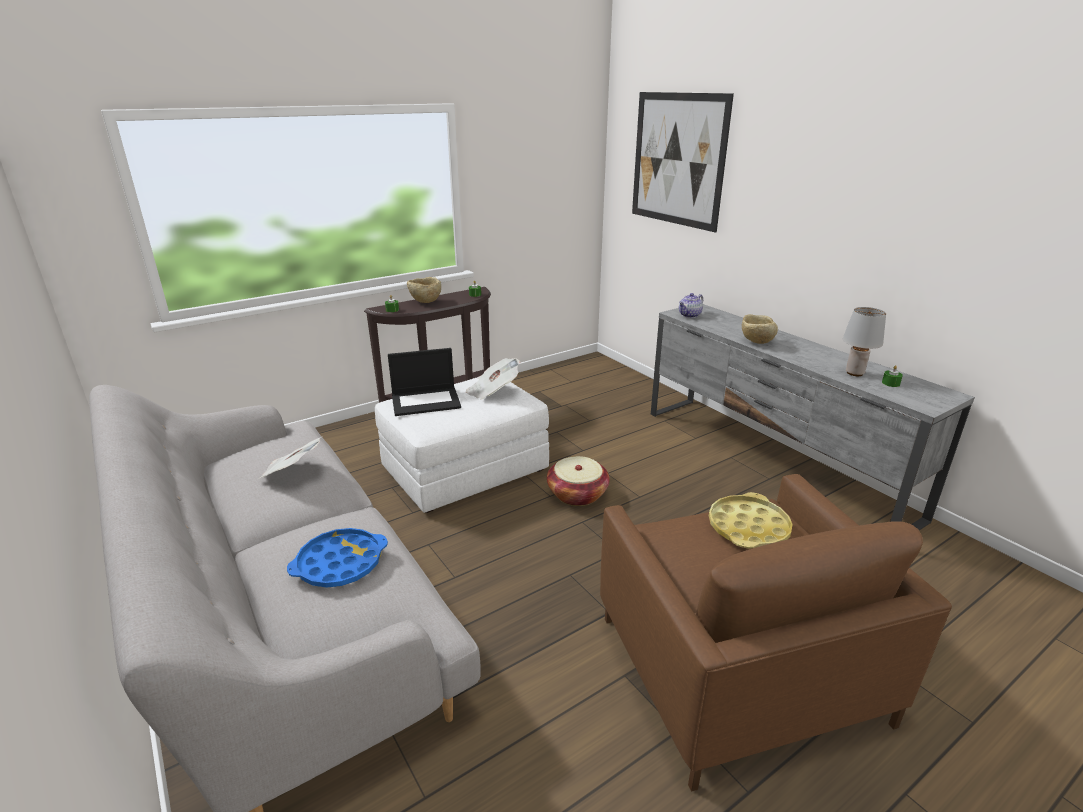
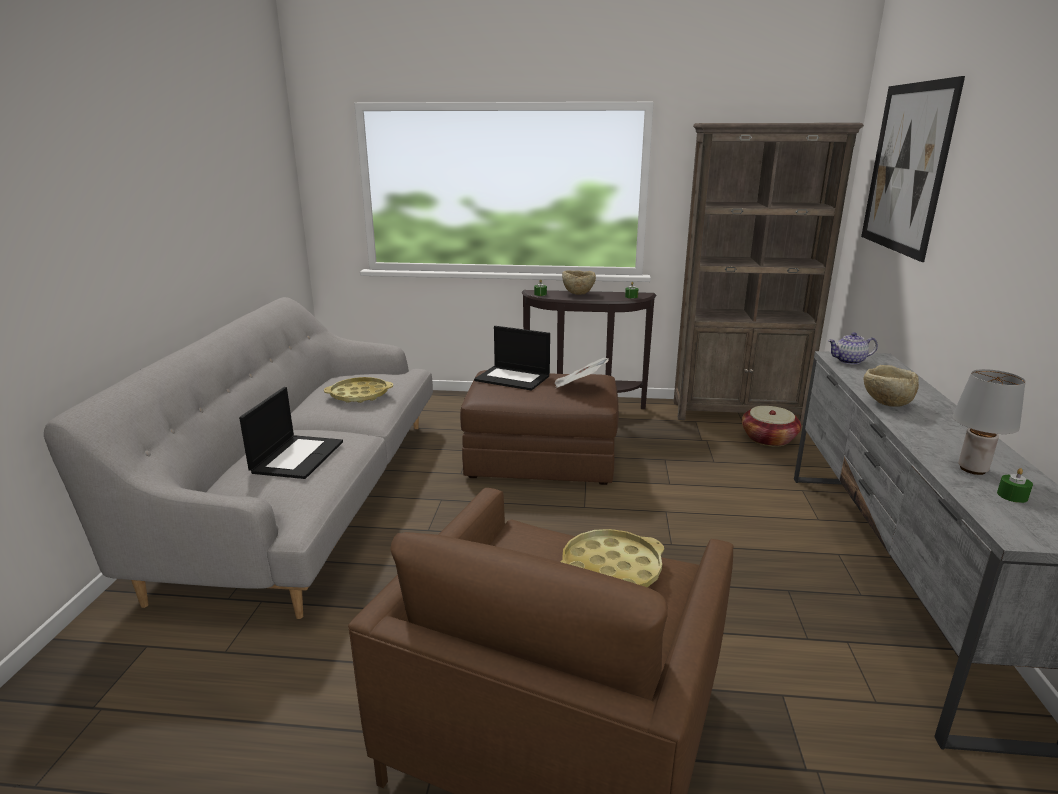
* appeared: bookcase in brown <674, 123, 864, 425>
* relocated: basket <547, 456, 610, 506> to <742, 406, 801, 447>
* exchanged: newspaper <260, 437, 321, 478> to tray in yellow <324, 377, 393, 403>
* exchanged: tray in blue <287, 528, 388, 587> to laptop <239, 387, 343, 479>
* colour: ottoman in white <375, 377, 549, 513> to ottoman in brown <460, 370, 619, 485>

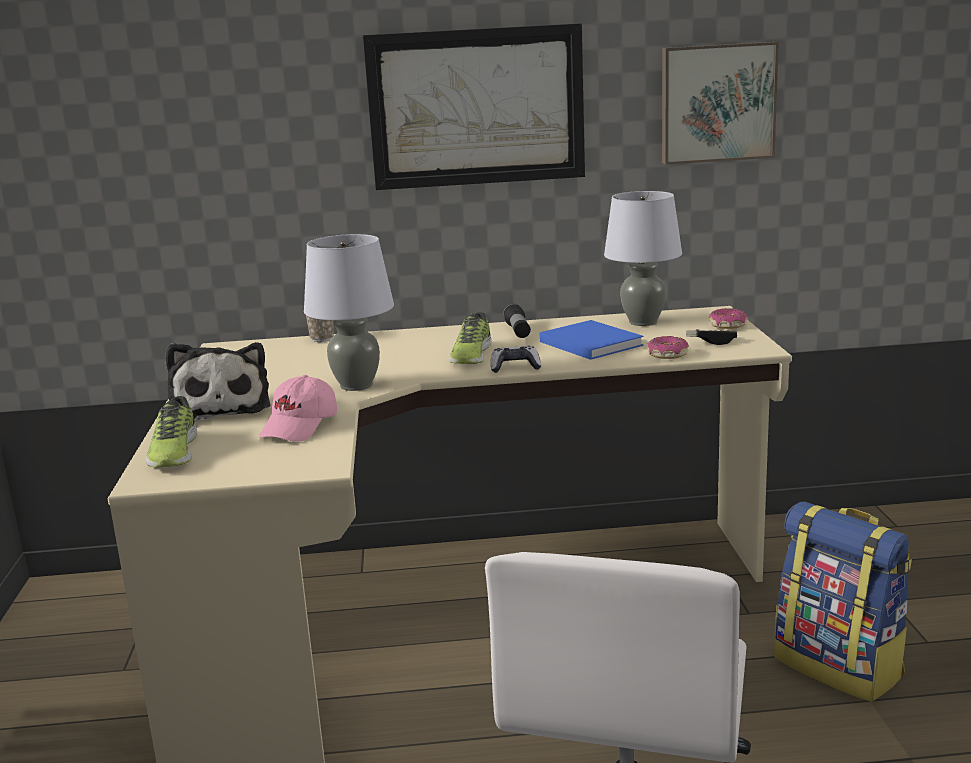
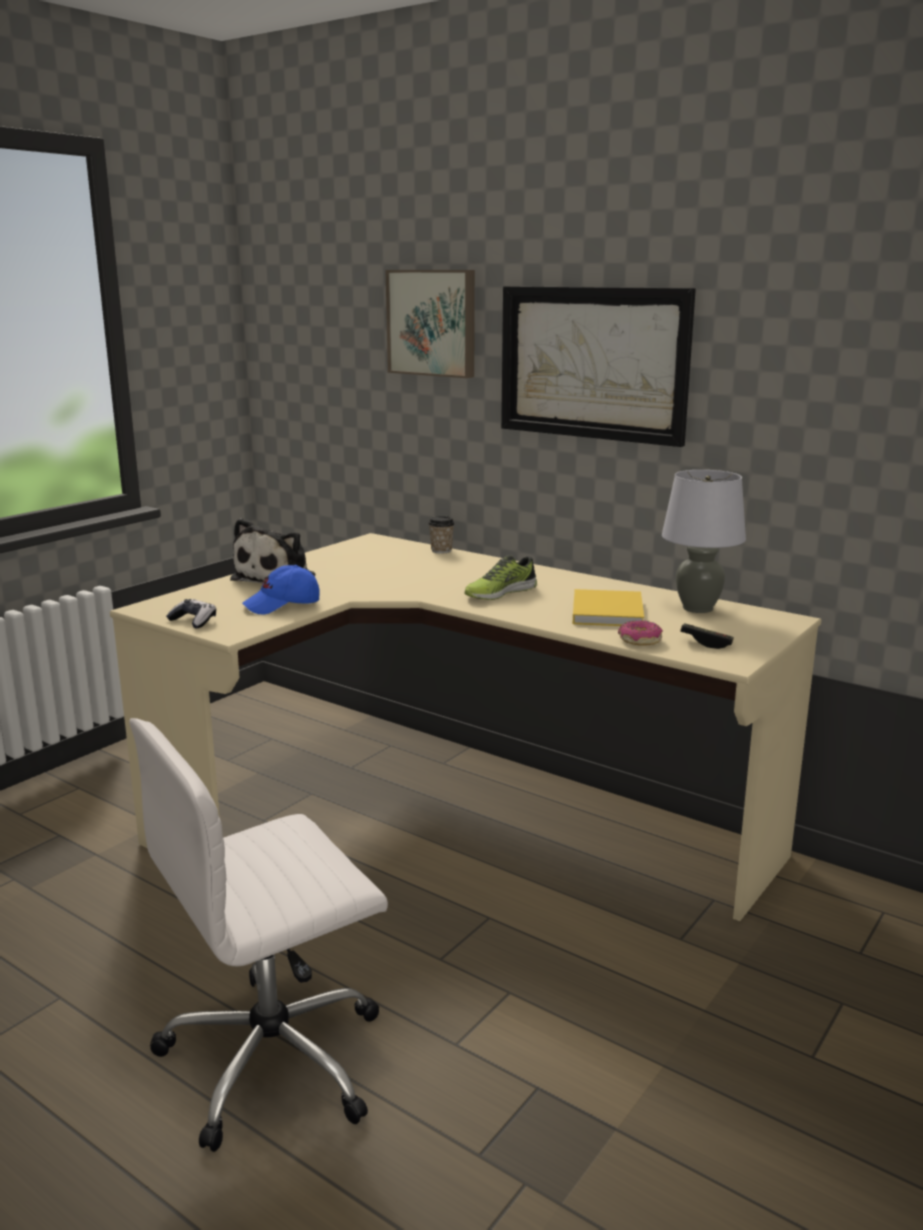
* missing: shoe <146, 396, 197, 467>
* missing: table lamp in grey <304, 234, 394, 391>
* missing: flashlight <503, 304, 531, 338>
* missing: donut <709, 308, 748, 329>
* missing: backpack <774, 502, 912, 702>
* relocated: game controller <491, 346, 541, 373> to <166, 599, 216, 628>
* relocated: picture <662, 42, 779, 165> to <386, 270, 475, 378>
* colour: cap in pink <258, 375, 337, 441> to cap in blue <242, 565, 320, 615>
* colour: book in blue <539, 320, 644, 360> to book in yellow <573, 589, 644, 626>

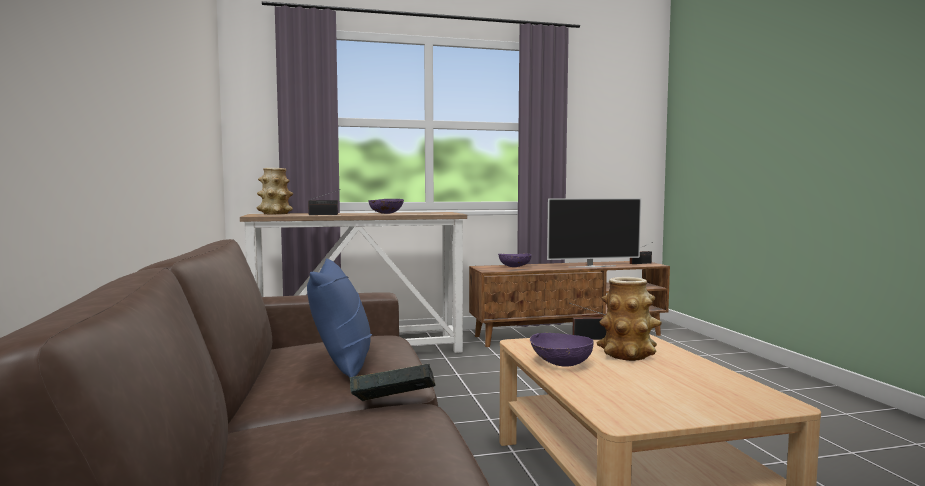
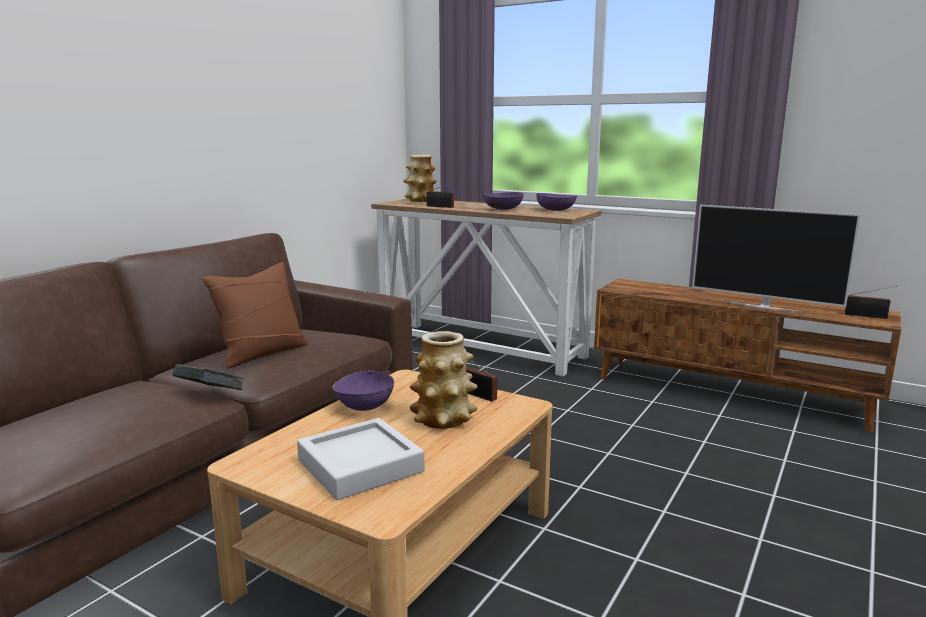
* appeared: tray in grey <297, 418, 425, 500>
* relocated: bowl in purple <498, 254, 532, 267> to <536, 193, 577, 211>
* colour: pillow in blue <307, 258, 372, 378> to pillow in brown <202, 262, 308, 368>

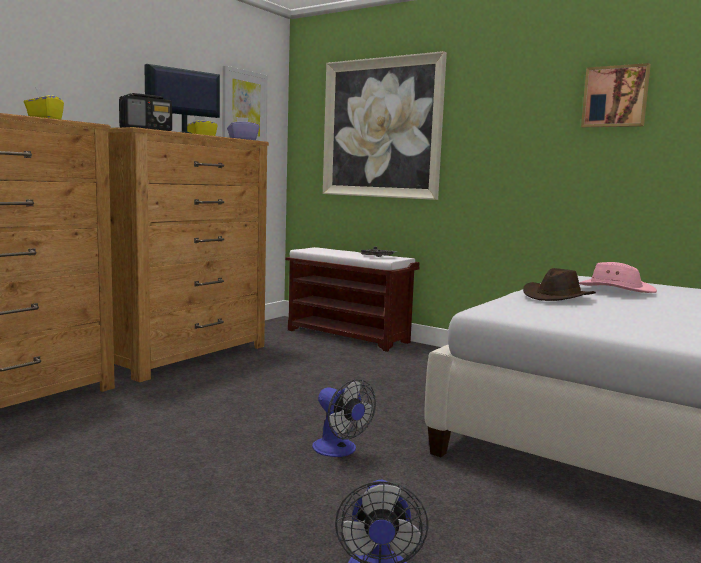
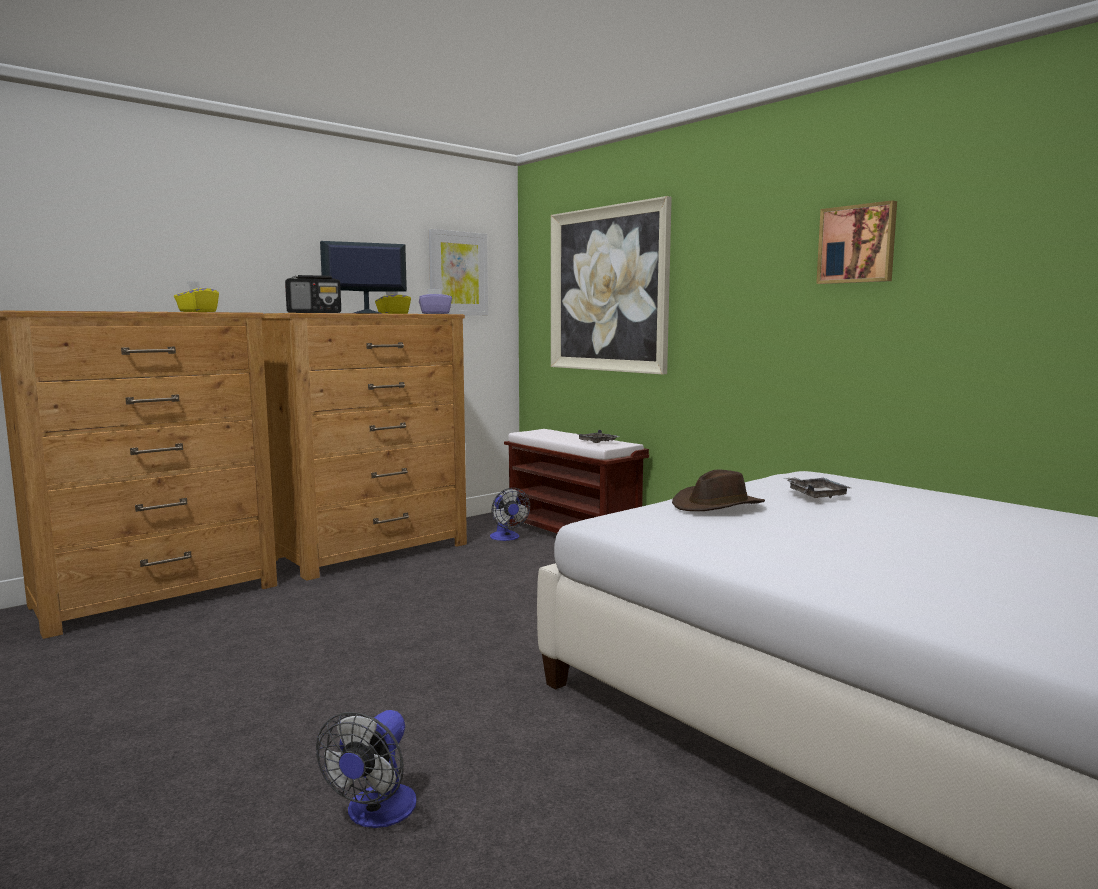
* relocated: fan <312, 379, 376, 457> to <490, 488, 530, 541>
* exchanged: hat in pink <579, 262, 657, 293> to tray in grey <784, 477, 851, 499>

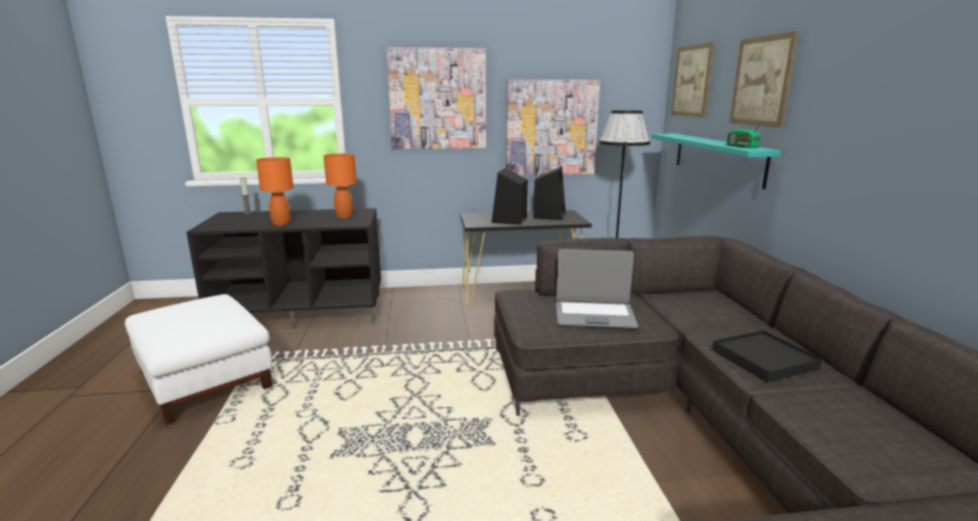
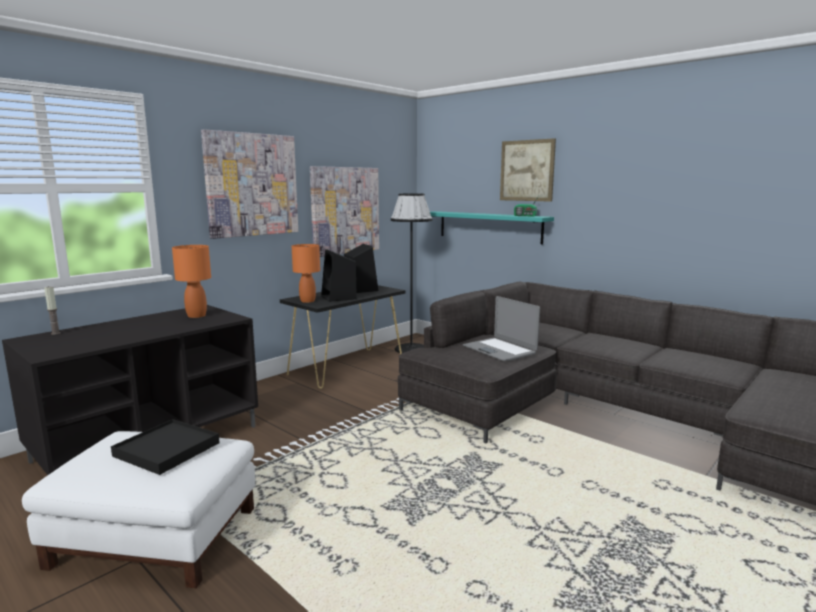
* missing: picture <671, 42, 715, 118>
* relocated: table lamp in orange <256, 157, 294, 226> to <292, 244, 320, 303>
* relocated: tray in black <712, 330, 822, 382> to <111, 419, 220, 475>
* spun: laptop <556, 249, 638, 328> = <463, 296, 540, 361> 90 degrees clockwise

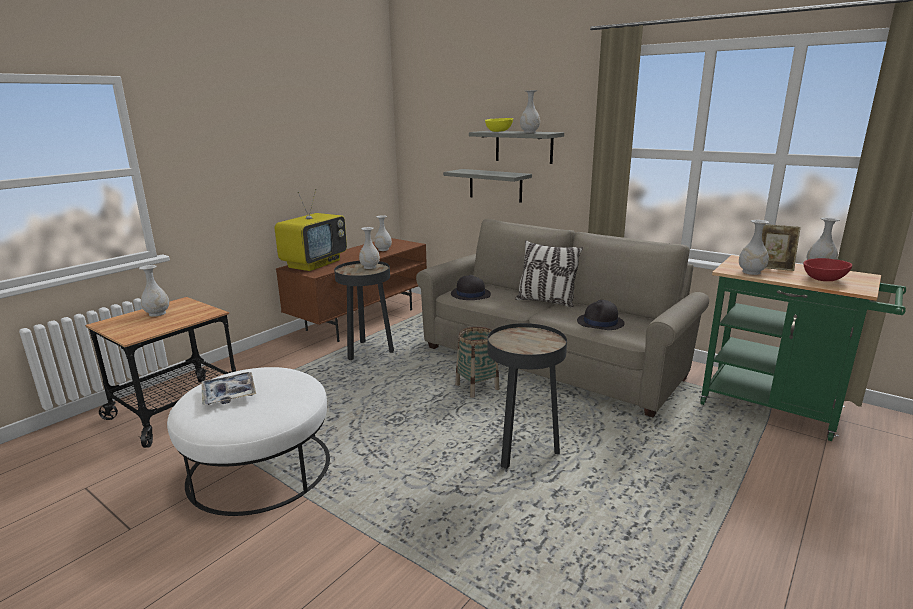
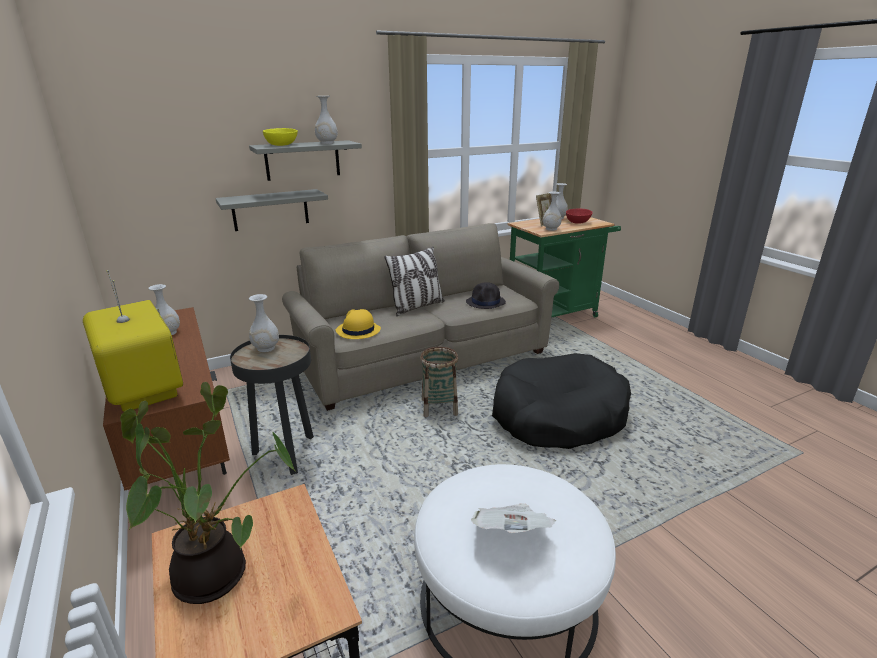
* exchanged: vase in white <139, 265, 169, 317> to potted plant <120, 382, 296, 604>
* exchanged: tray <202, 372, 256, 405> to newspaper <471, 503, 556, 533>
* exchanged: side table in black <487, 323, 567, 469> to dog bed in black <492, 353, 631, 449>
* colour: hat in black <451, 275, 491, 300> to hat in yellow <336, 309, 381, 339>

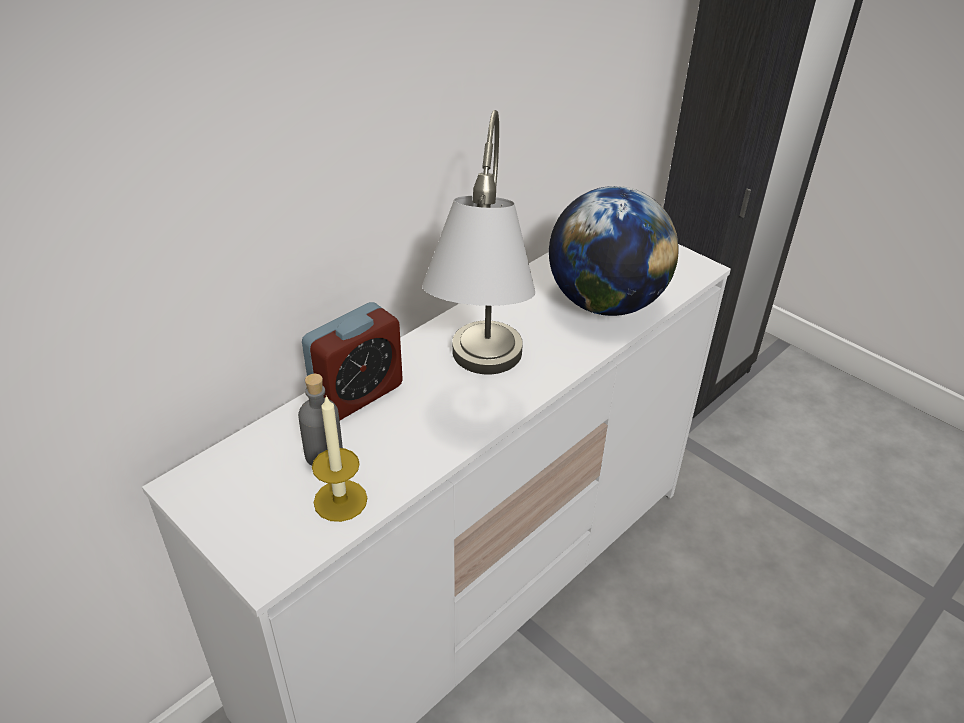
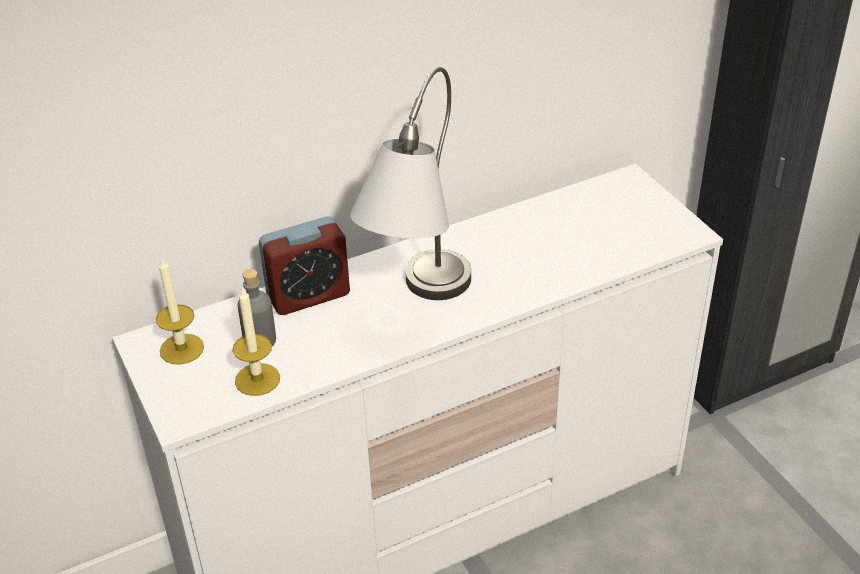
* missing: globe <549, 186, 679, 316>
* appeared: candle <156, 259, 204, 365>

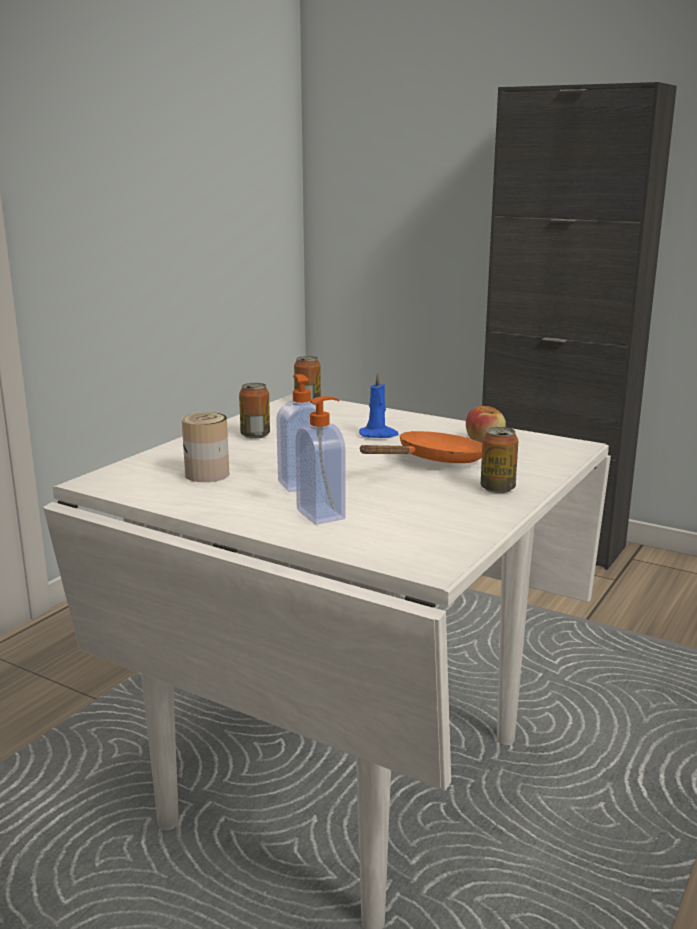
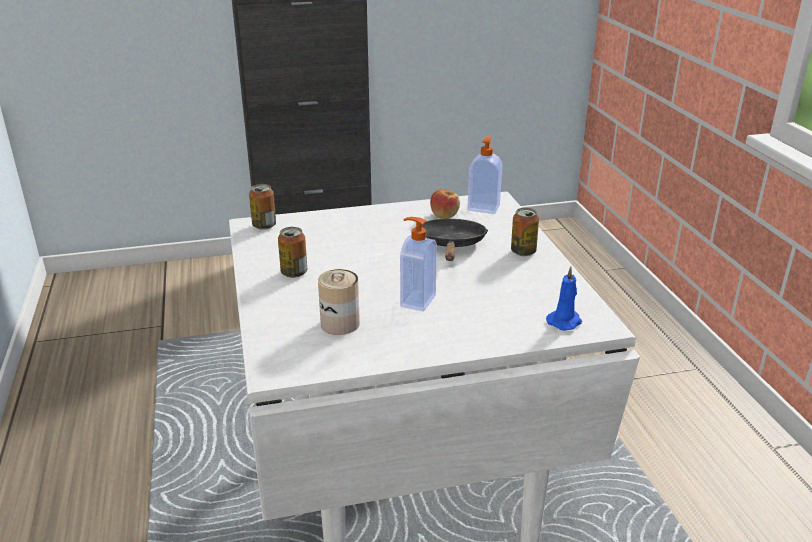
* relocated: soap dispenser <295, 396, 346, 525> to <467, 136, 502, 214>
* relocated: candle in blue <359, 373, 399, 438> to <546, 266, 582, 331>
* colour: frying pan in orange <359, 431, 482, 463> to frying pan in black <422, 219, 488, 261>

